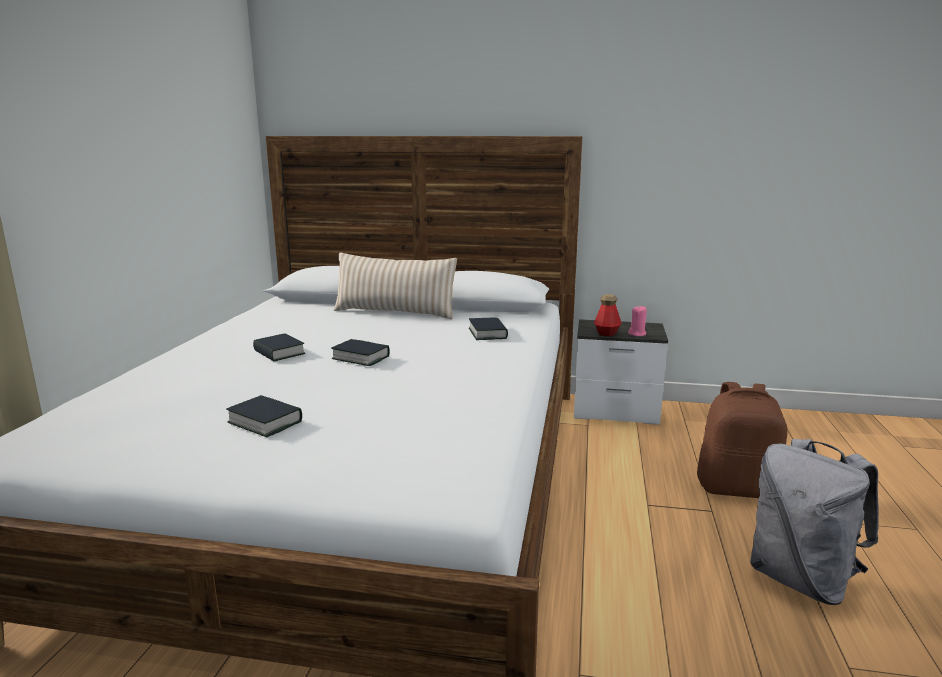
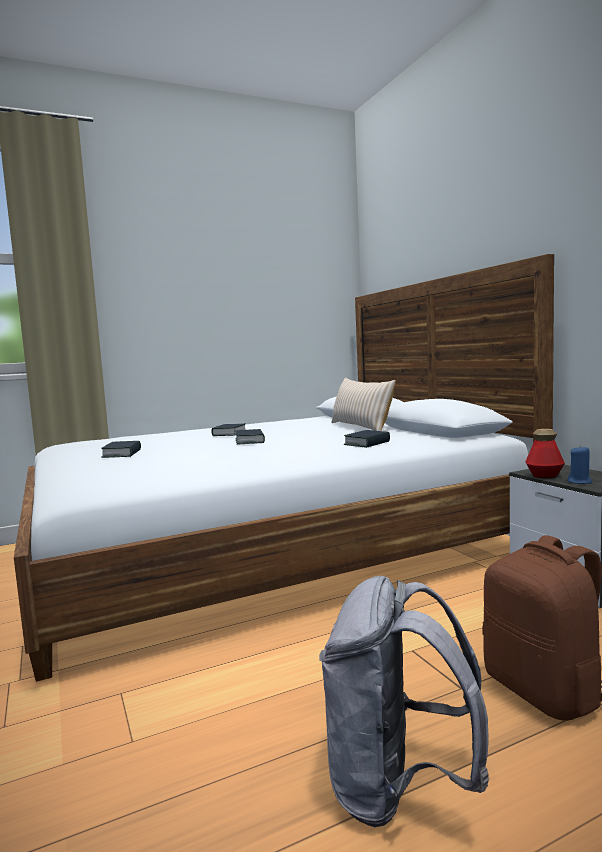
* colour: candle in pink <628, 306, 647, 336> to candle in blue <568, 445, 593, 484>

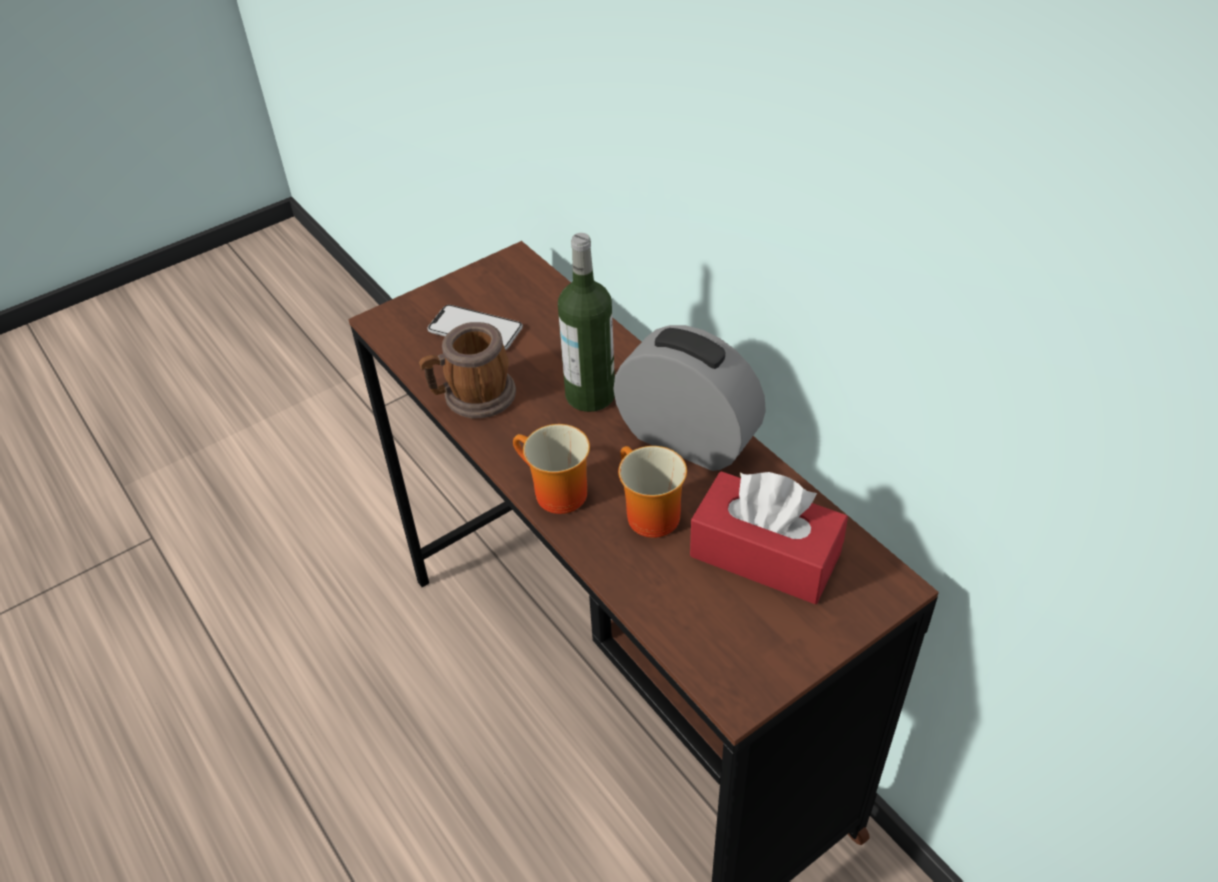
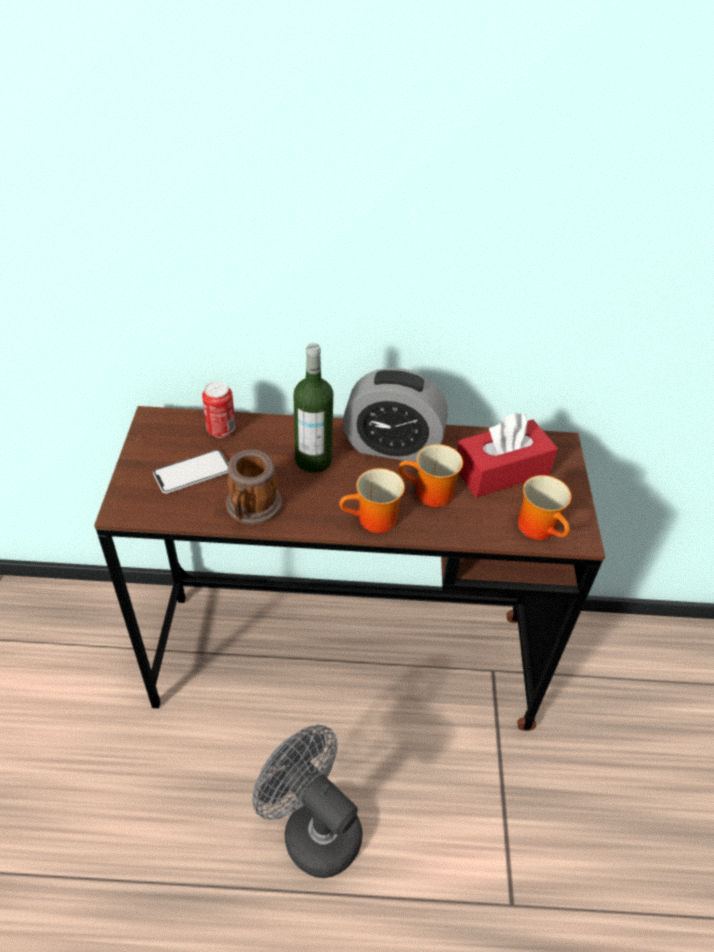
* appeared: can <202, 381, 236, 438>
* appeared: fan in grey <252, 725, 363, 878>
* appeared: mug <518, 475, 571, 540>
* spun: alarm clock <613, 325, 766, 471> = <343, 368, 447, 462> 150 degrees counterclockwise

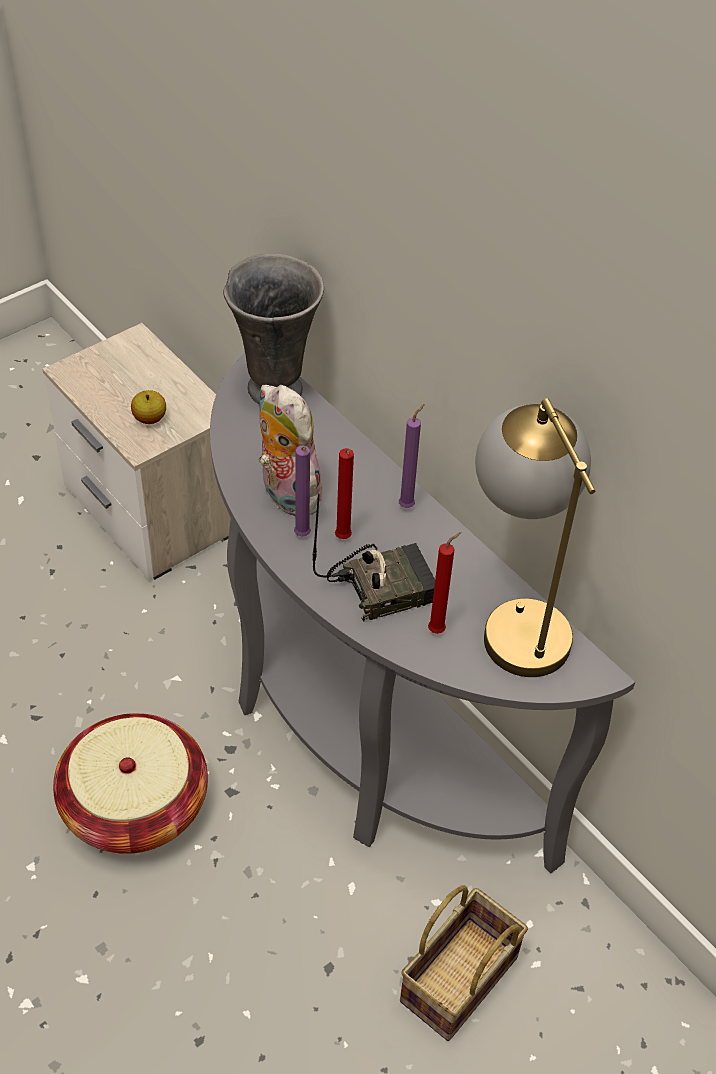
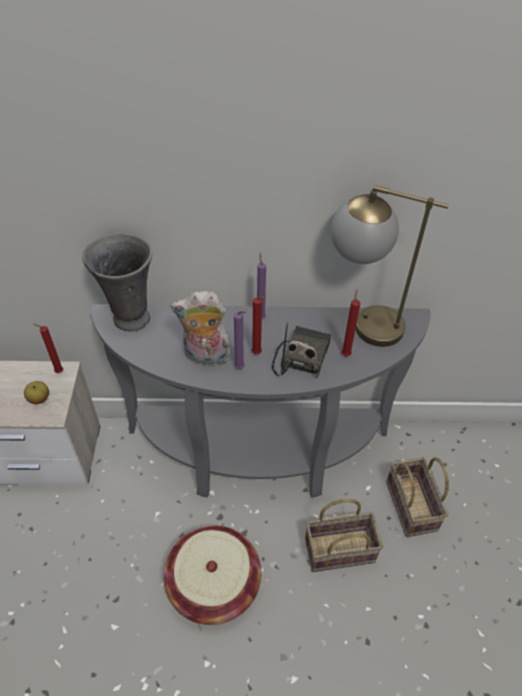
* appeared: candle in red <34, 324, 63, 373>
* appeared: basket <305, 499, 383, 572>

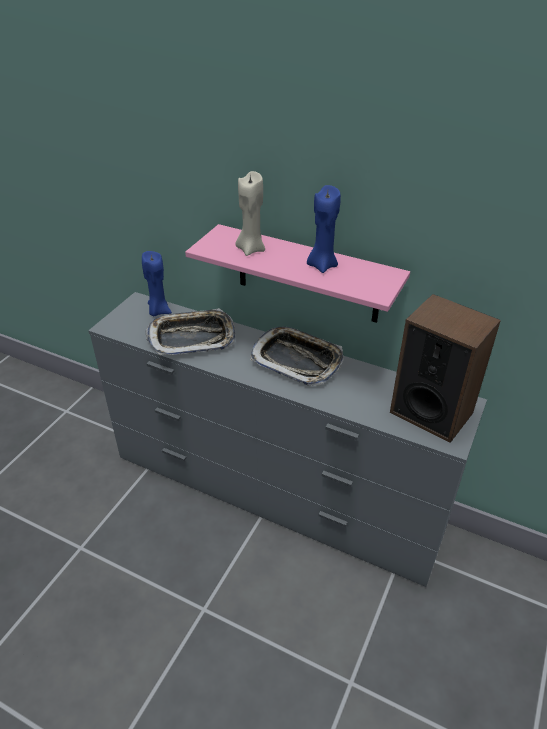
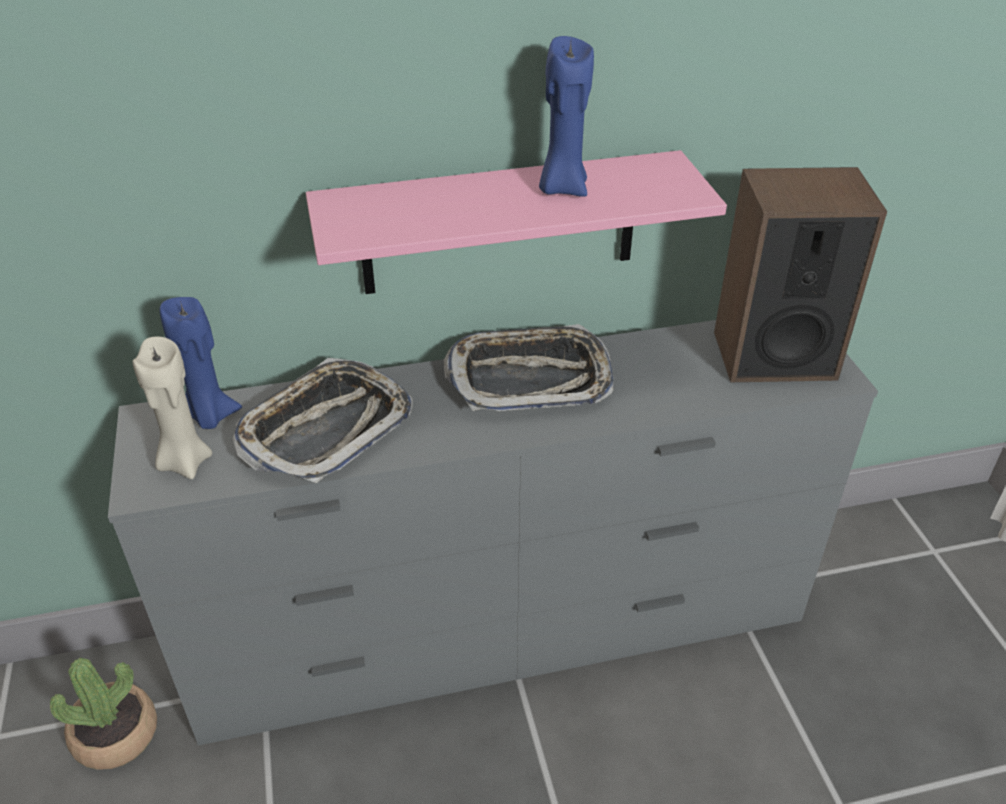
* appeared: potted plant <50, 658, 157, 770>
* relocated: candle in beige <235, 171, 265, 256> to <133, 336, 212, 479>

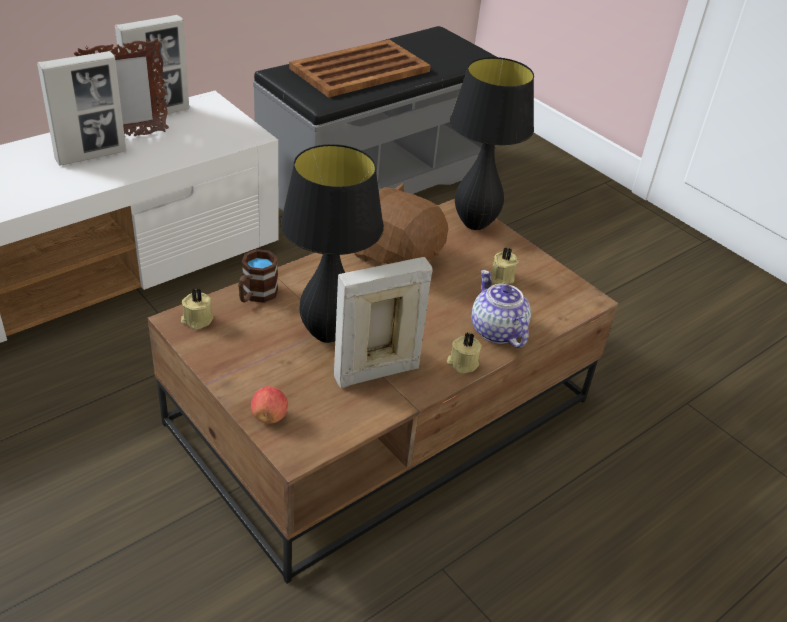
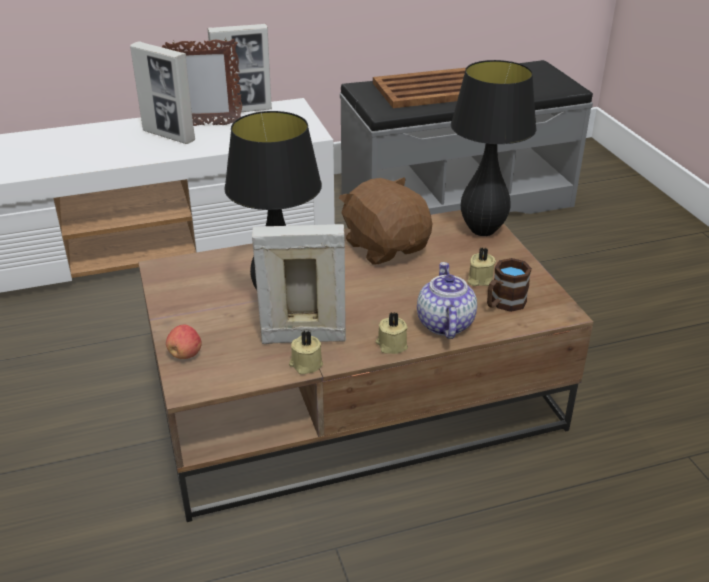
* relocated: candle in beige <181, 288, 213, 330> to <289, 330, 323, 374>
* relocated: mug in brown <238, 249, 278, 303> to <487, 258, 532, 312>
* spun: picture frame <37, 51, 126, 166> = <130, 41, 195, 144> 45 degrees clockwise

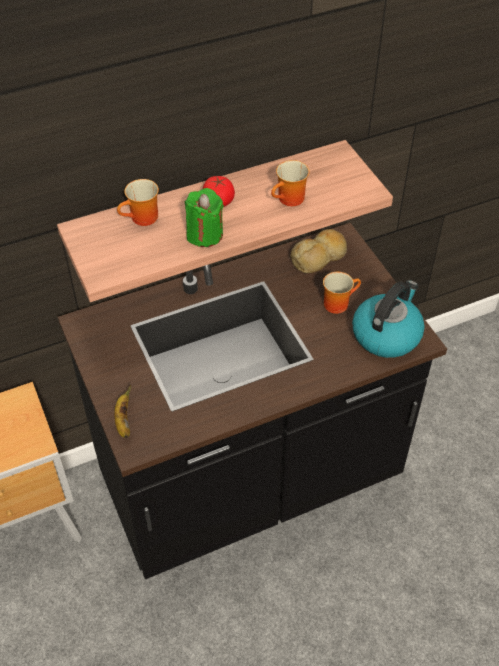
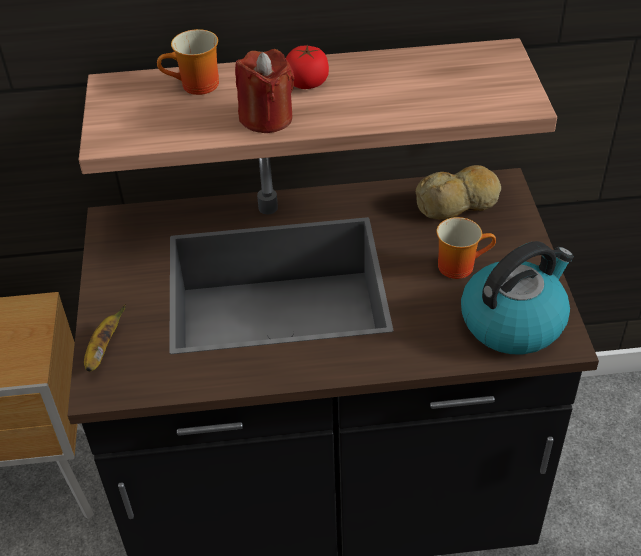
* missing: mug <271, 160, 310, 206>
* colour: candle in green <185, 188, 224, 247> to candle in red <235, 49, 295, 133>

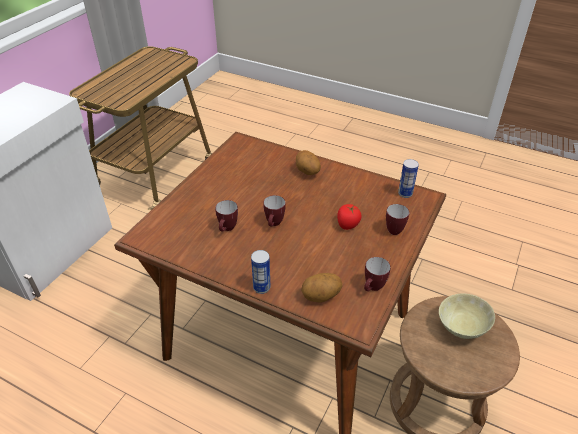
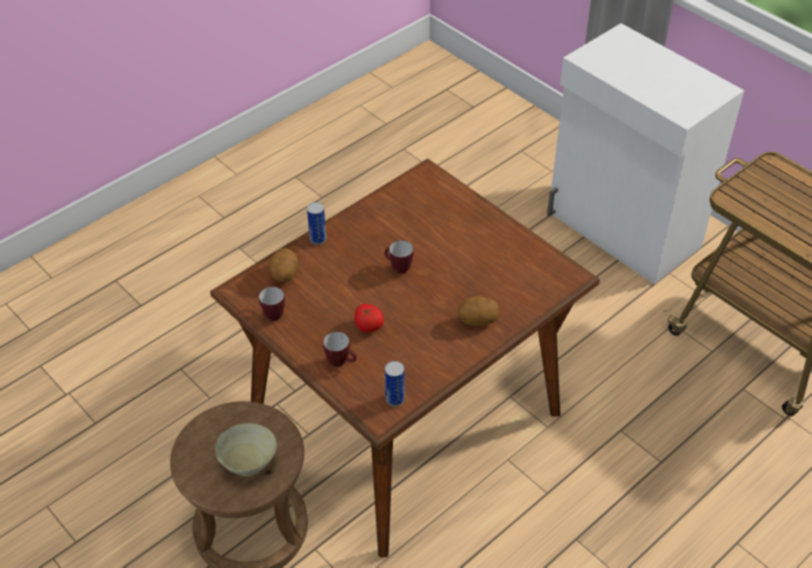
* missing: mug <215, 200, 238, 232>

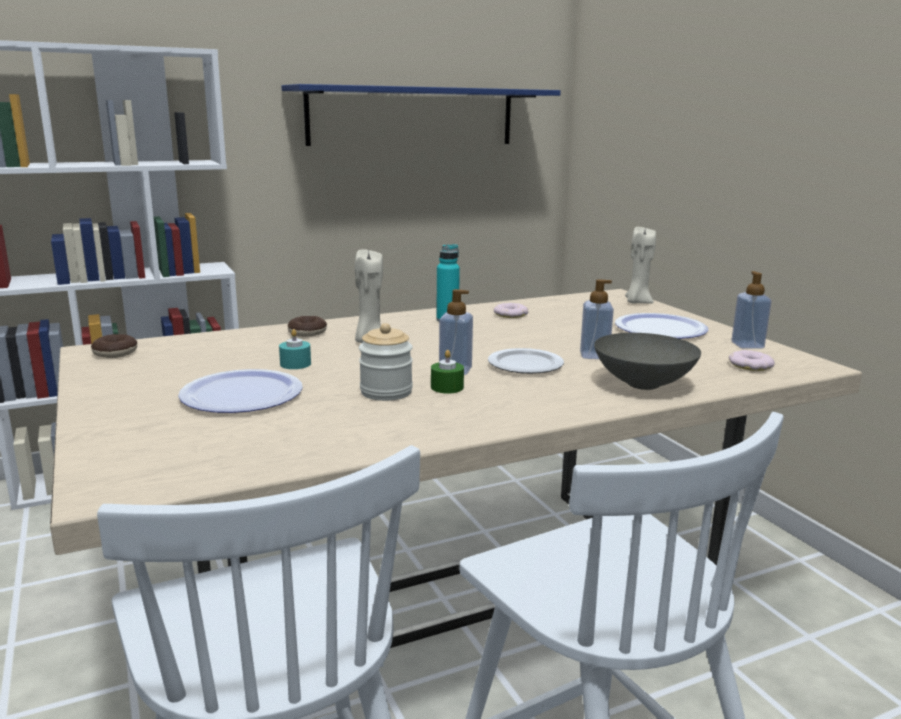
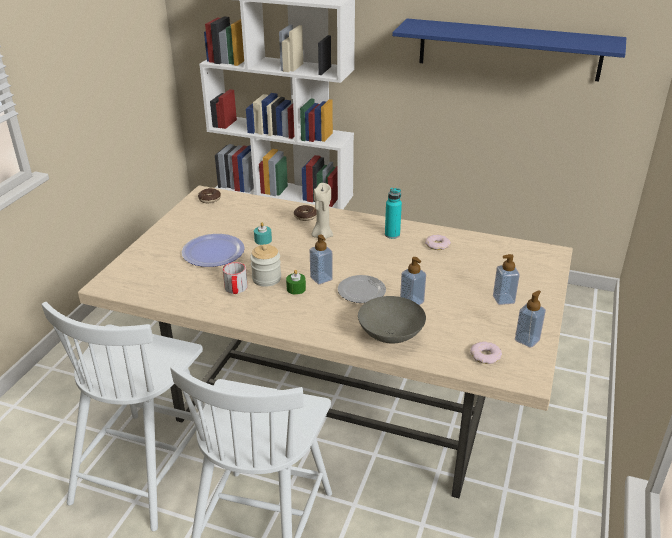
* missing: candle in beige <625, 227, 656, 304>
* appeared: mug <223, 262, 248, 294>
* exchanged: plate <615, 313, 709, 339> to soap dispenser <493, 254, 520, 305>

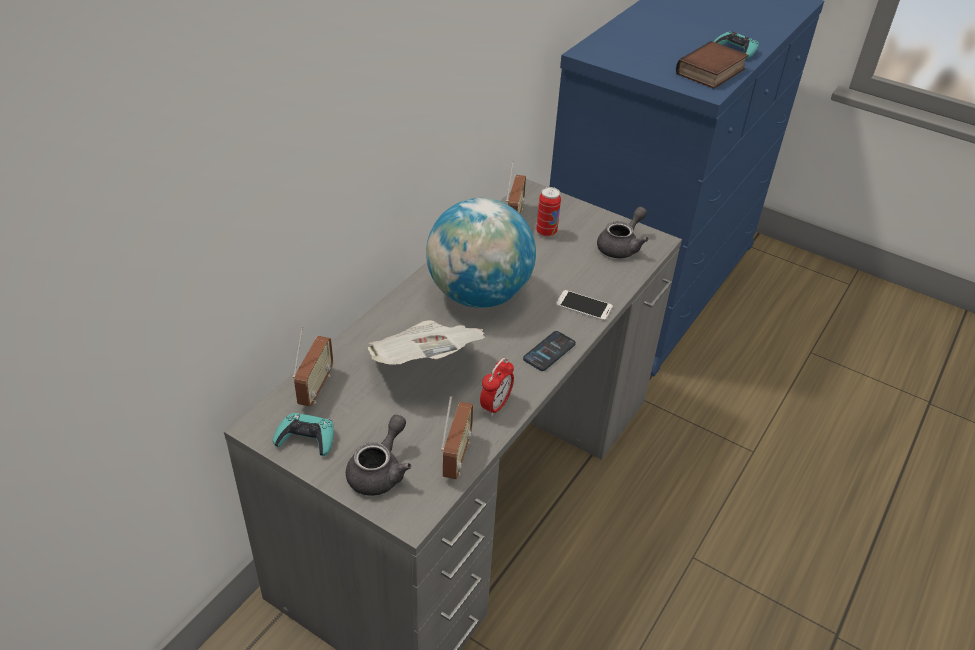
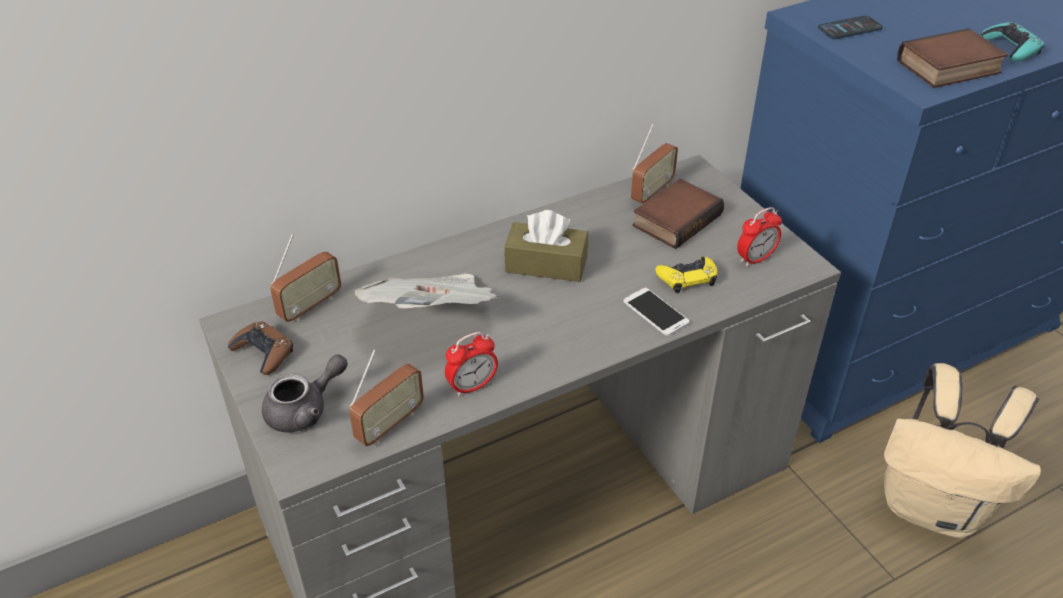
* appeared: game controller in yellow <655, 256, 717, 293>
* appeared: backpack in beige <883, 363, 1041, 538>
* relocated: phone <523, 331, 576, 371> to <818, 16, 883, 39>
* exchanged: globe <426, 198, 536, 308> to tissue box in brown <504, 210, 588, 282>
* exchanged: can <536, 187, 561, 237> to book <633, 179, 724, 249>
* exchanged: teapot in grey <597, 206, 648, 259> to alarm clock <737, 207, 782, 267>
* colour: game controller in turquoise <273, 413, 334, 456> to game controller in brown <228, 321, 293, 375>

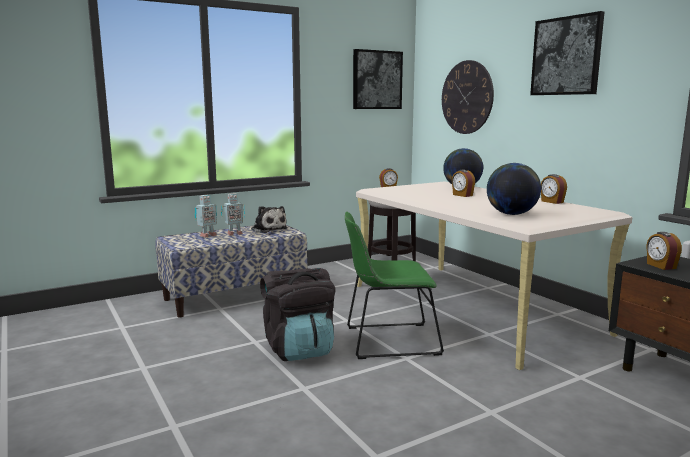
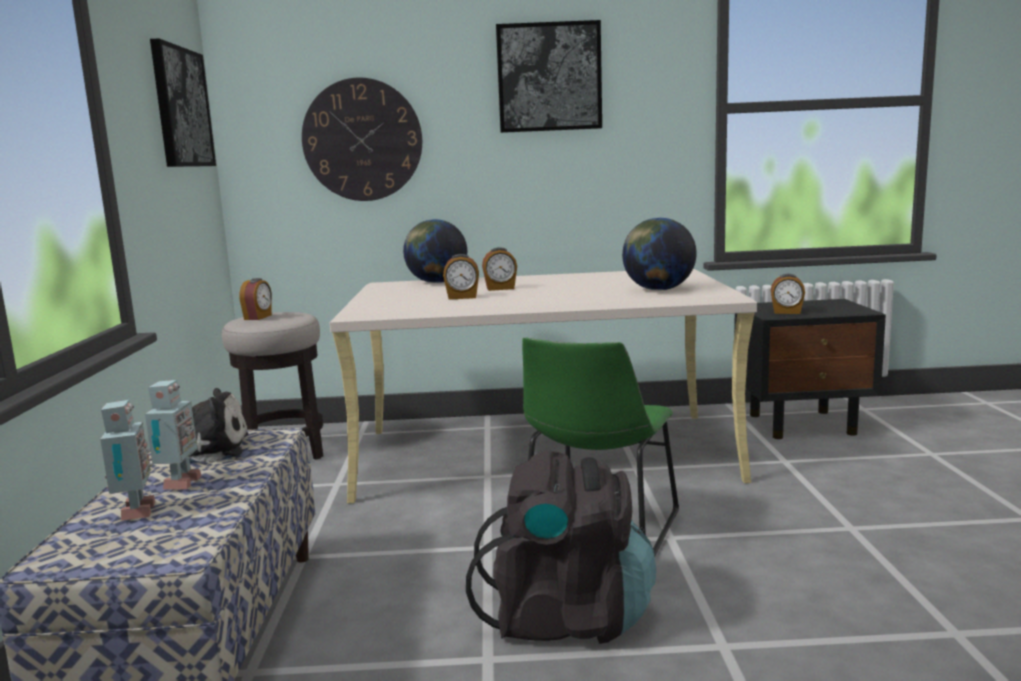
* relocated: alarm clock <541, 174, 567, 204> to <443, 254, 479, 300>

